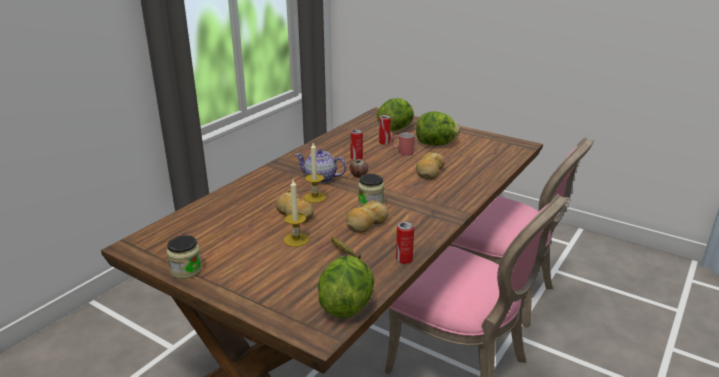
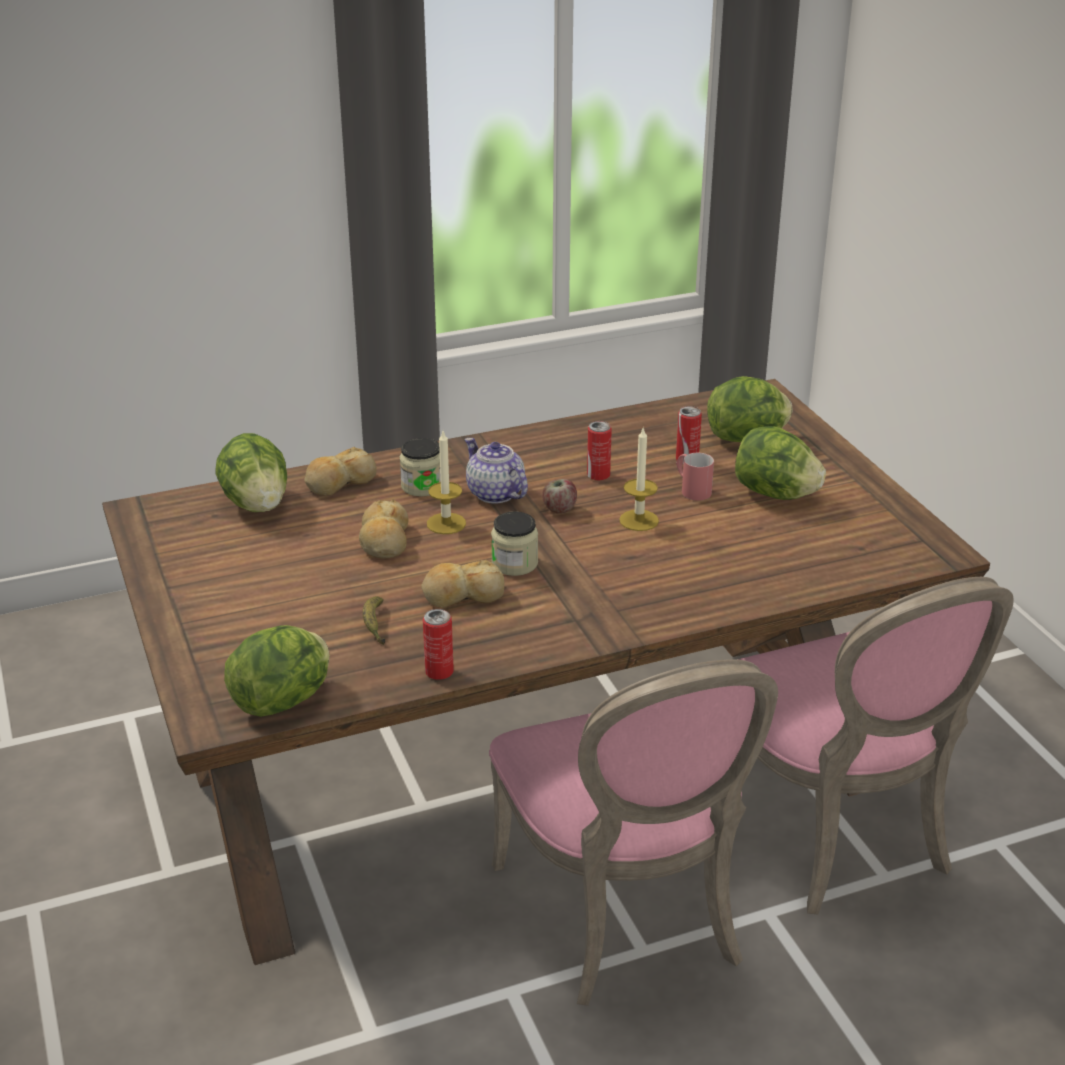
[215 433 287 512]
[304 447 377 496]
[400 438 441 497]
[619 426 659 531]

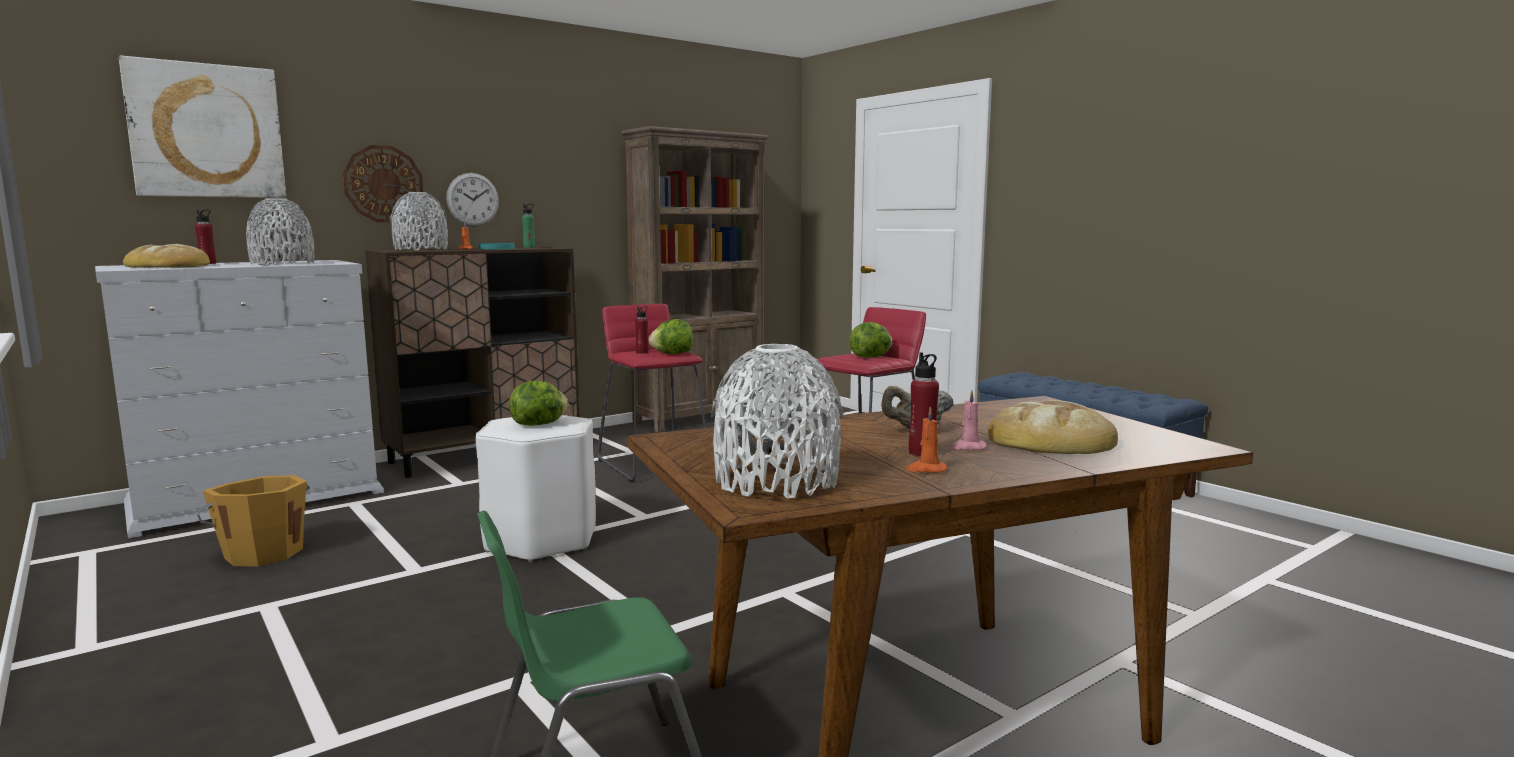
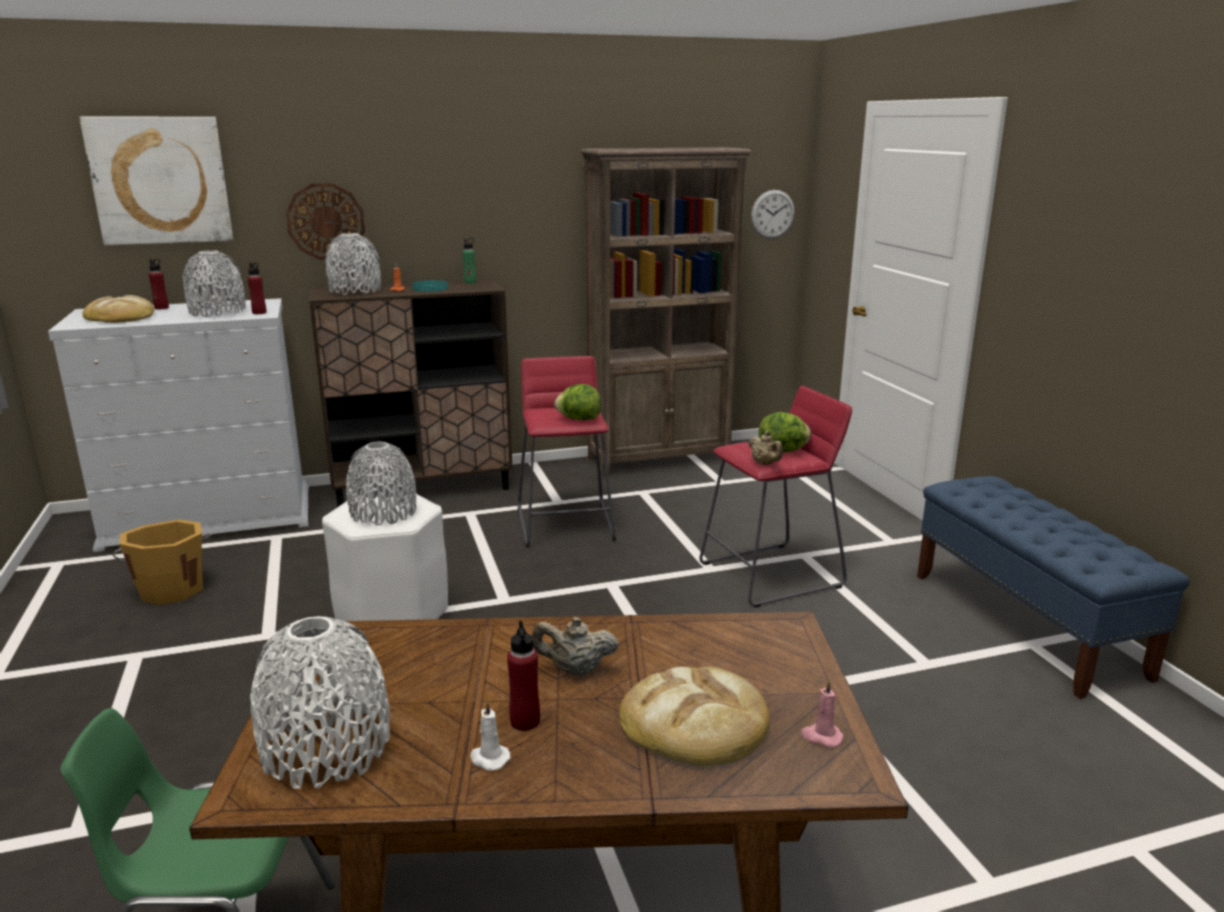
[248 262 267 314]
[346 442 416 525]
[470 700 511 771]
[749 431 783 465]
[751 190 795 239]
[801 680 843 747]

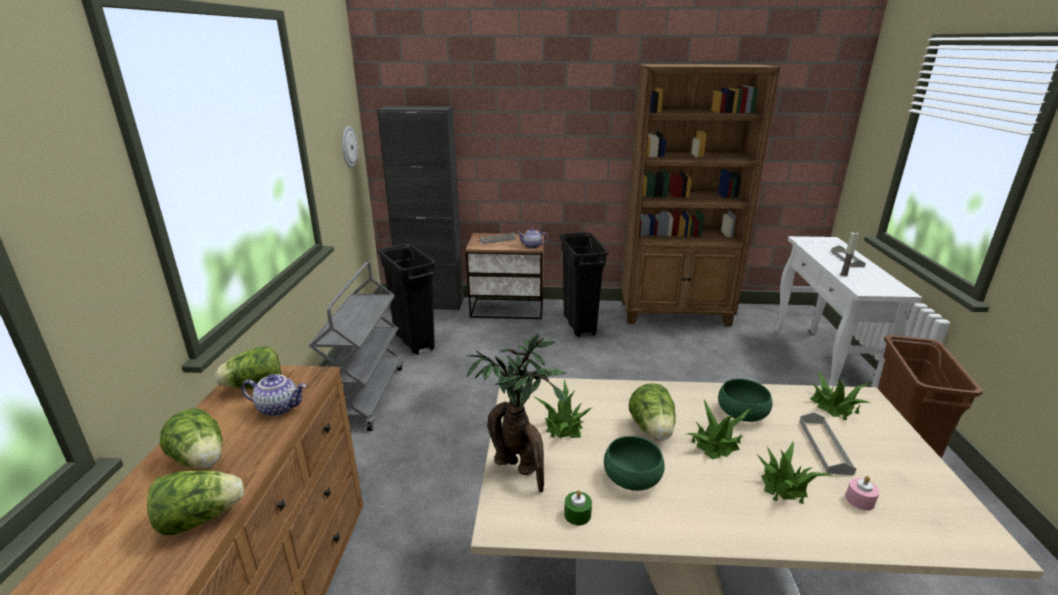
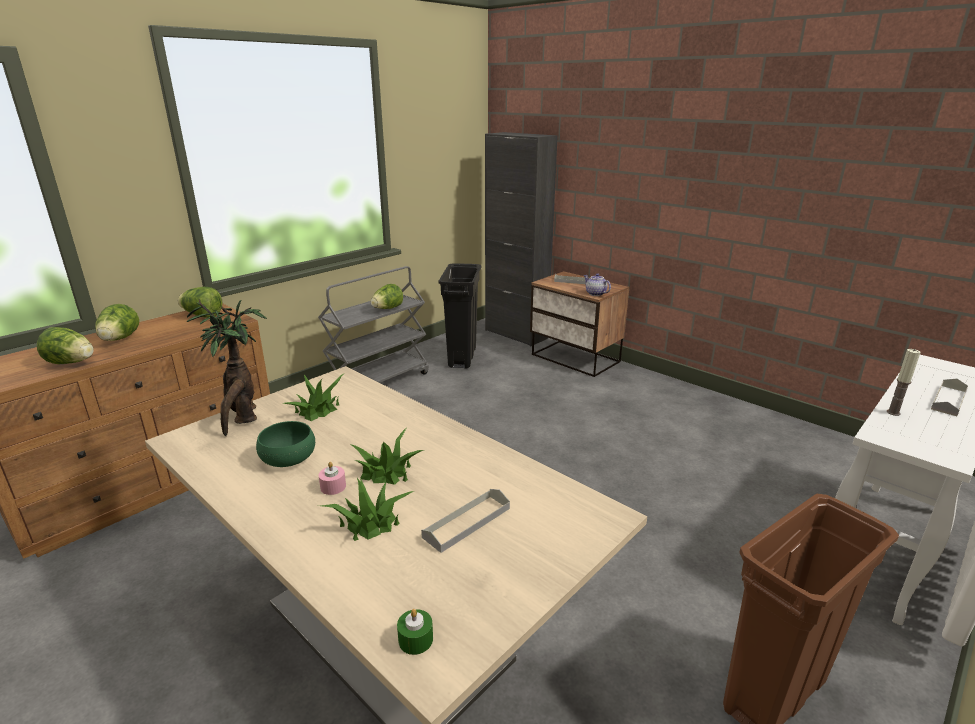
[319 462 346 495]
[371 284 403 309]
[397 609 433 655]
[242 374 306 417] (first image)
[342 126 358 168] (first image)
[559 232 609 337] (first image)
[622 64 780 326] (first image)
[718 379 772 422] (first image)
[810 371 871 420] (first image)

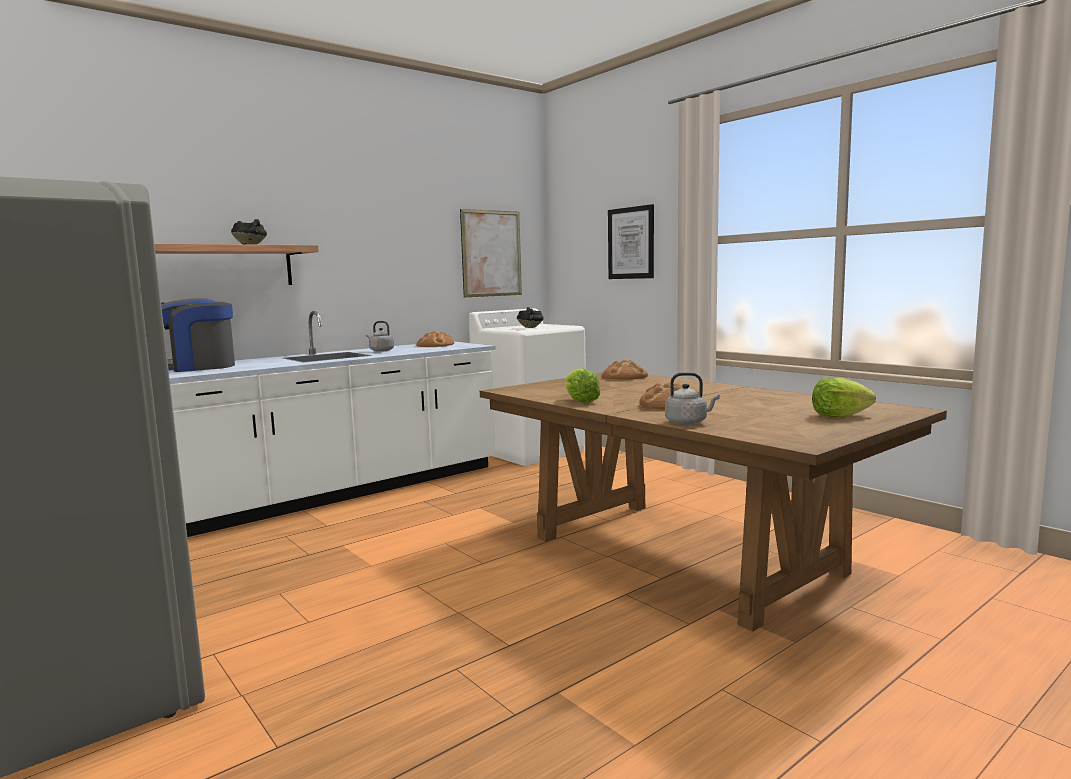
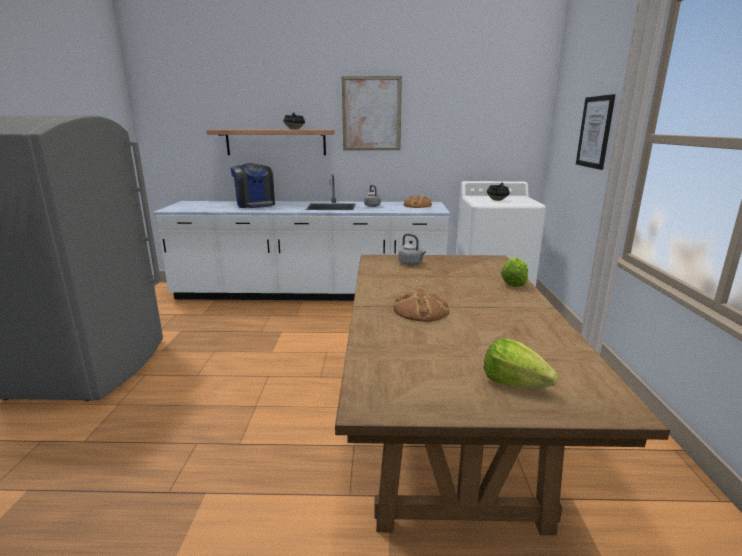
[231 163 275 208]
[342 76 402 150]
[398 234 426 265]
[501 258 528 287]
[602 360 648 380] (first image)

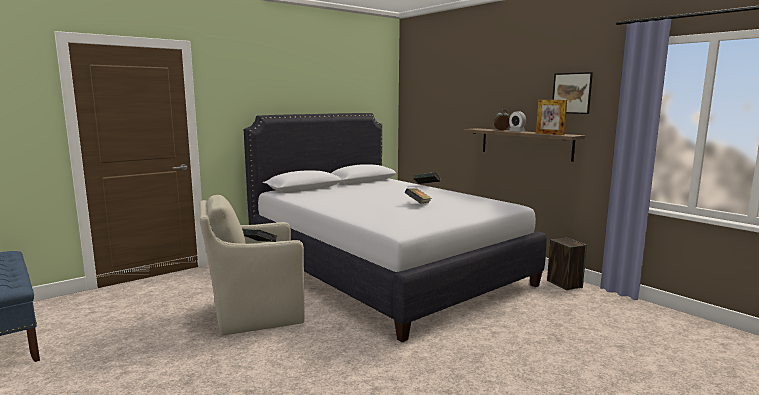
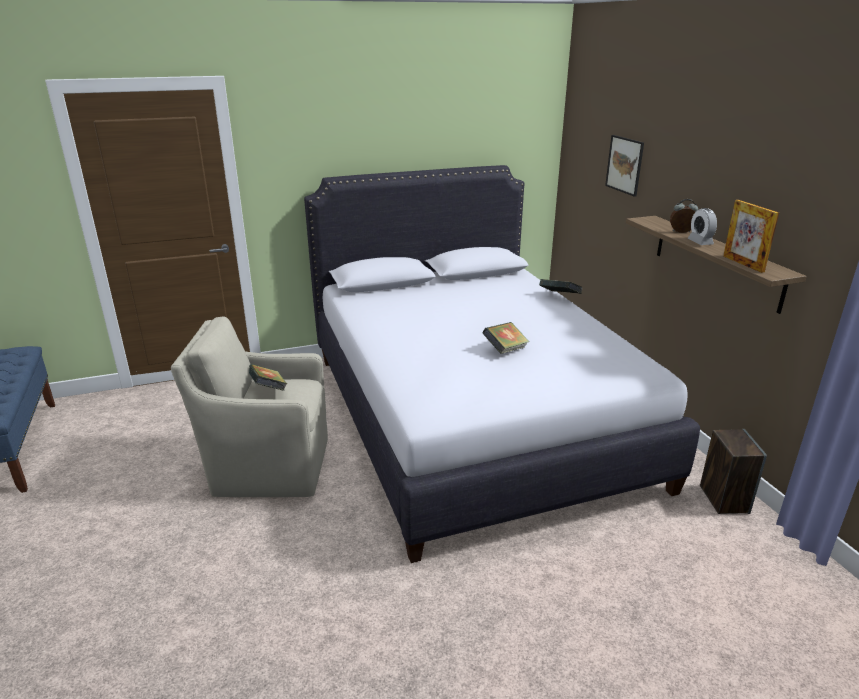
[605 135 644 197]

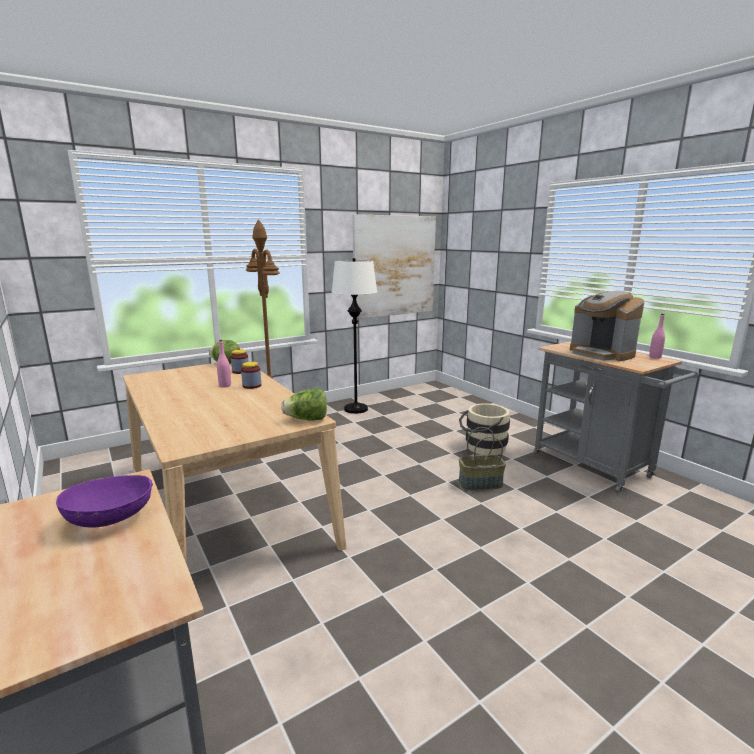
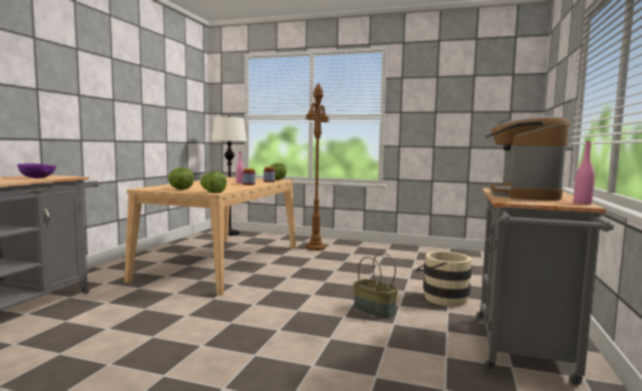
[168 167 194 189]
[212 116 247 236]
[352 214 436 319] (first image)

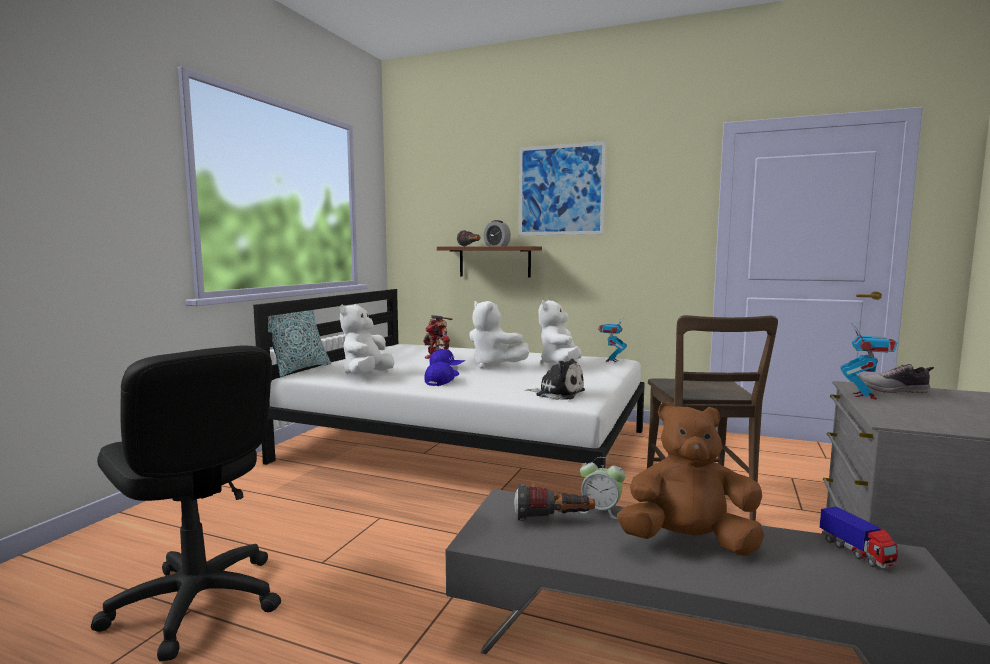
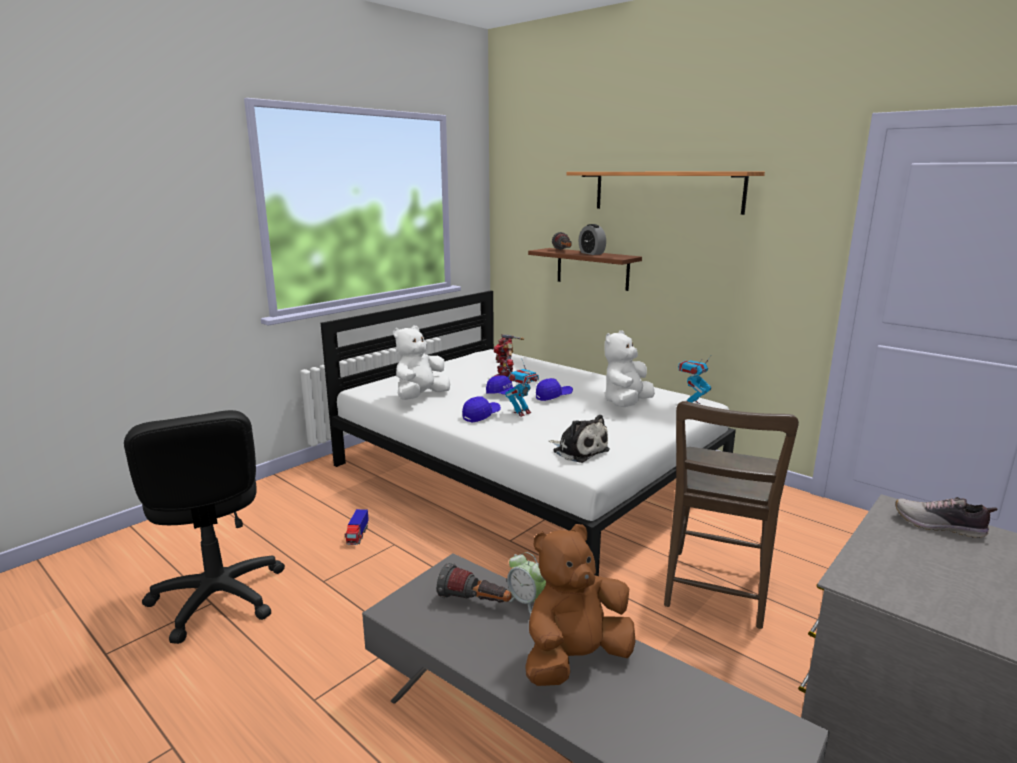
[345 509 369 545]
[505 360 539 417]
[525 524 636 686]
[536 378 573 401]
[566 171 765 215]
[268 310 331 377] (first image)

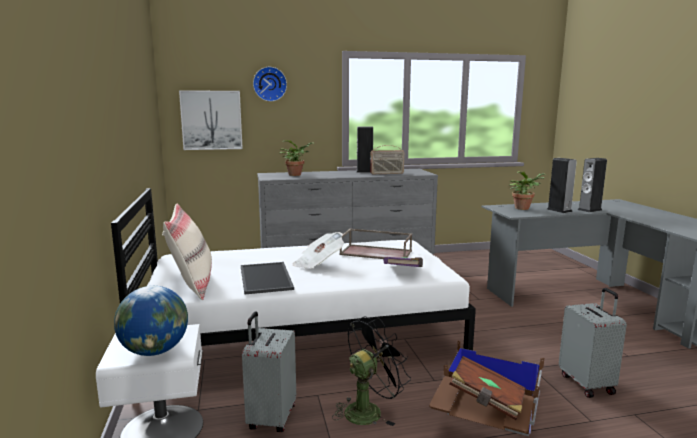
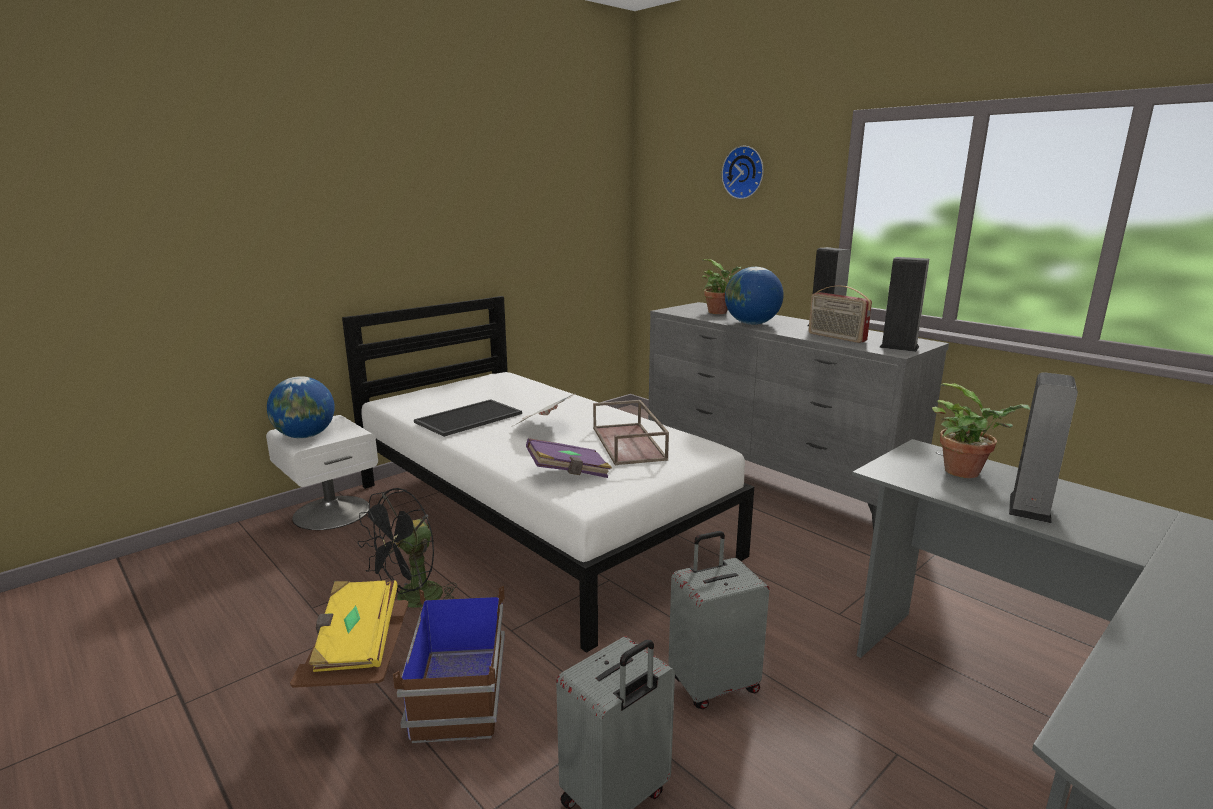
[308 580 398 672]
[357 488 457 607]
[668 531 770 709]
[725 267 784 325]
[879 257 929 352]
[162 204 212 300] (first image)
[179 90 243 150] (first image)

